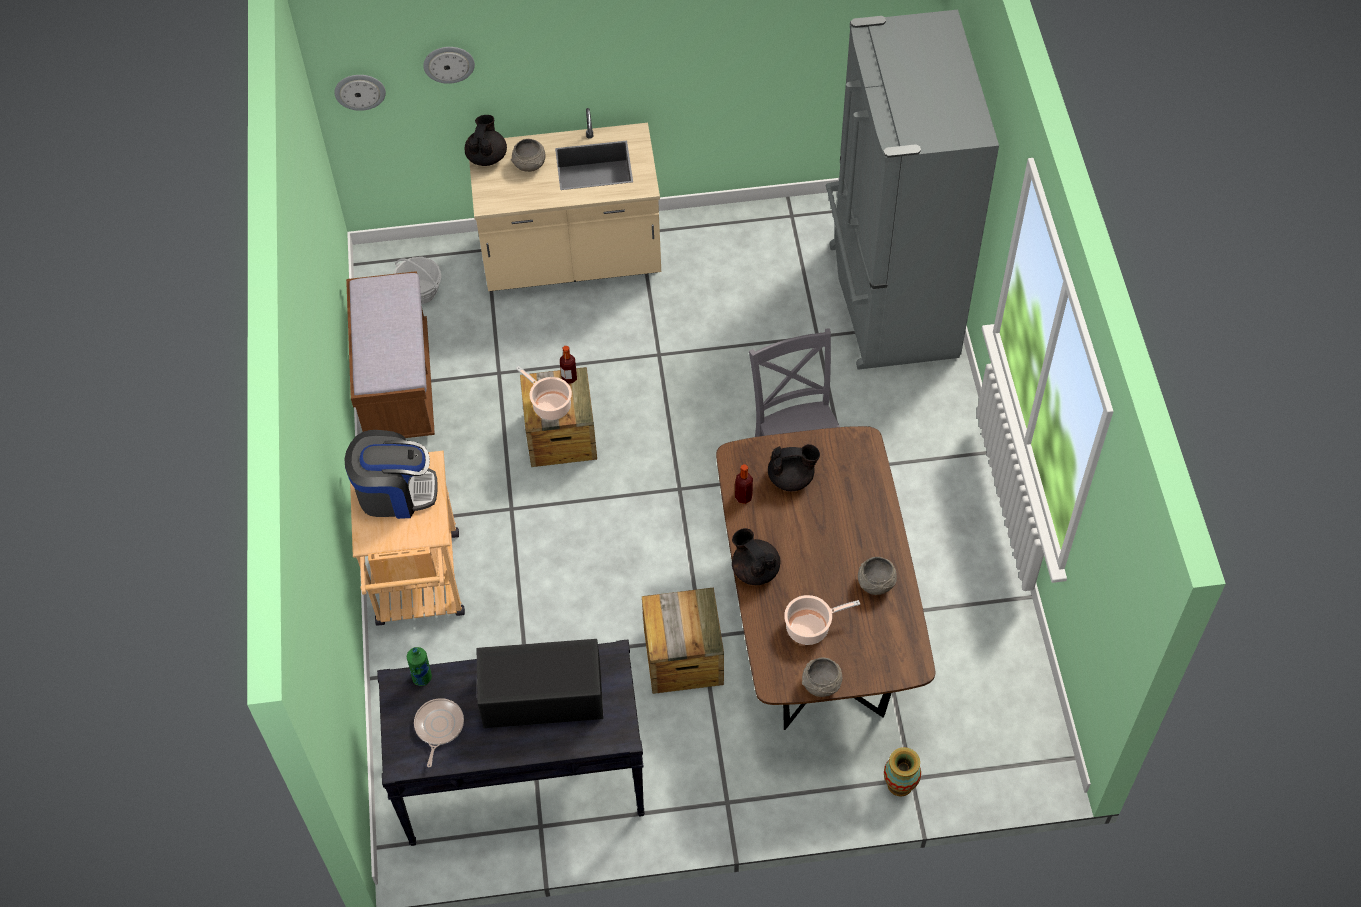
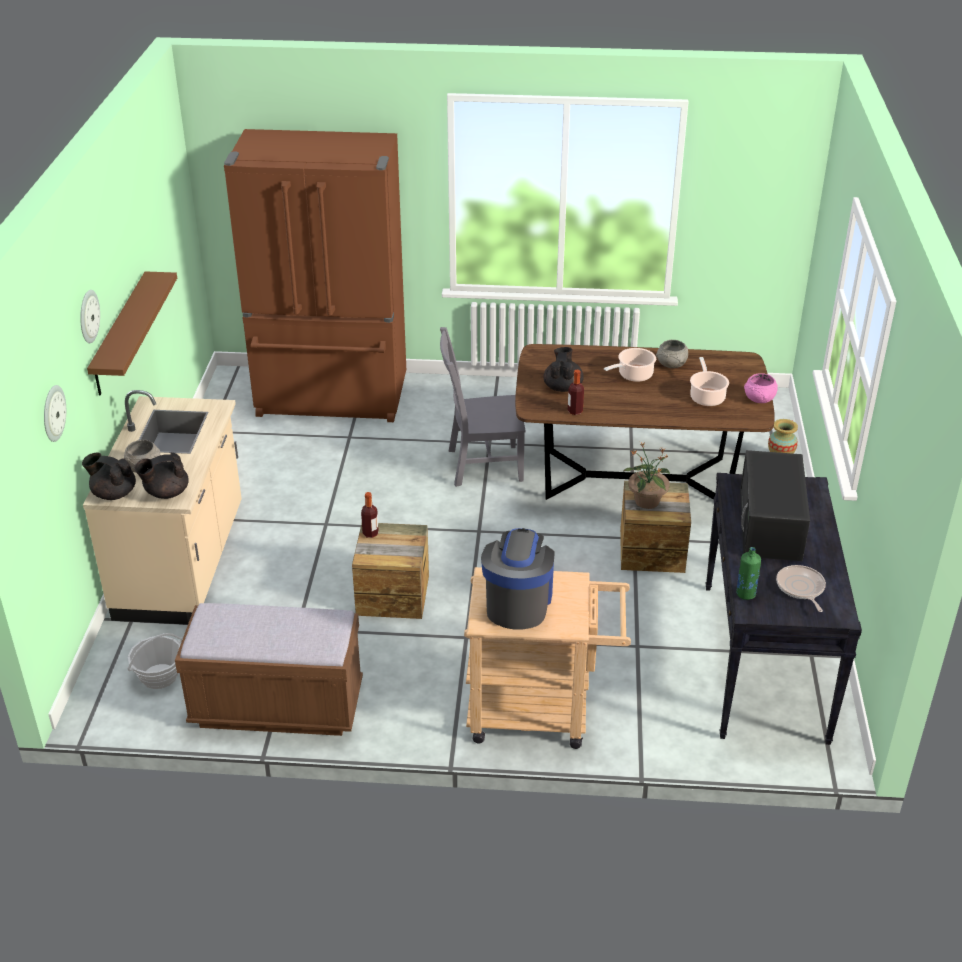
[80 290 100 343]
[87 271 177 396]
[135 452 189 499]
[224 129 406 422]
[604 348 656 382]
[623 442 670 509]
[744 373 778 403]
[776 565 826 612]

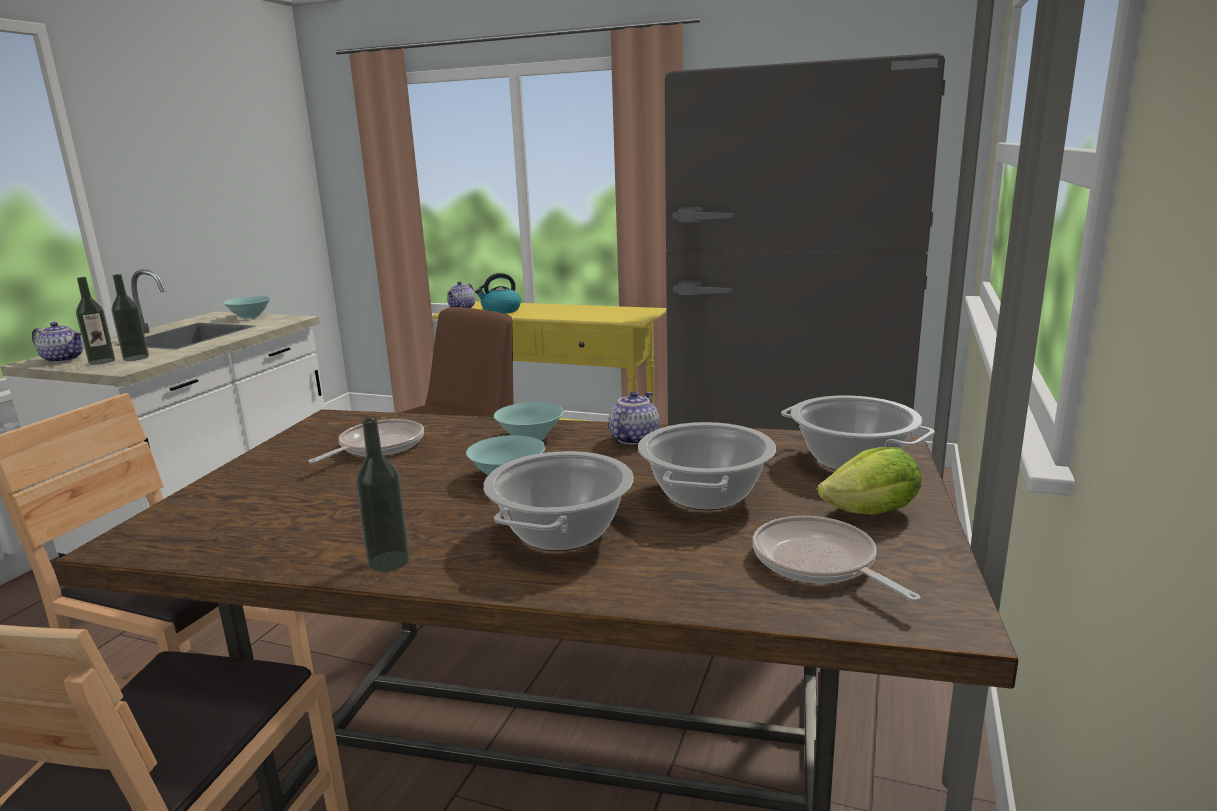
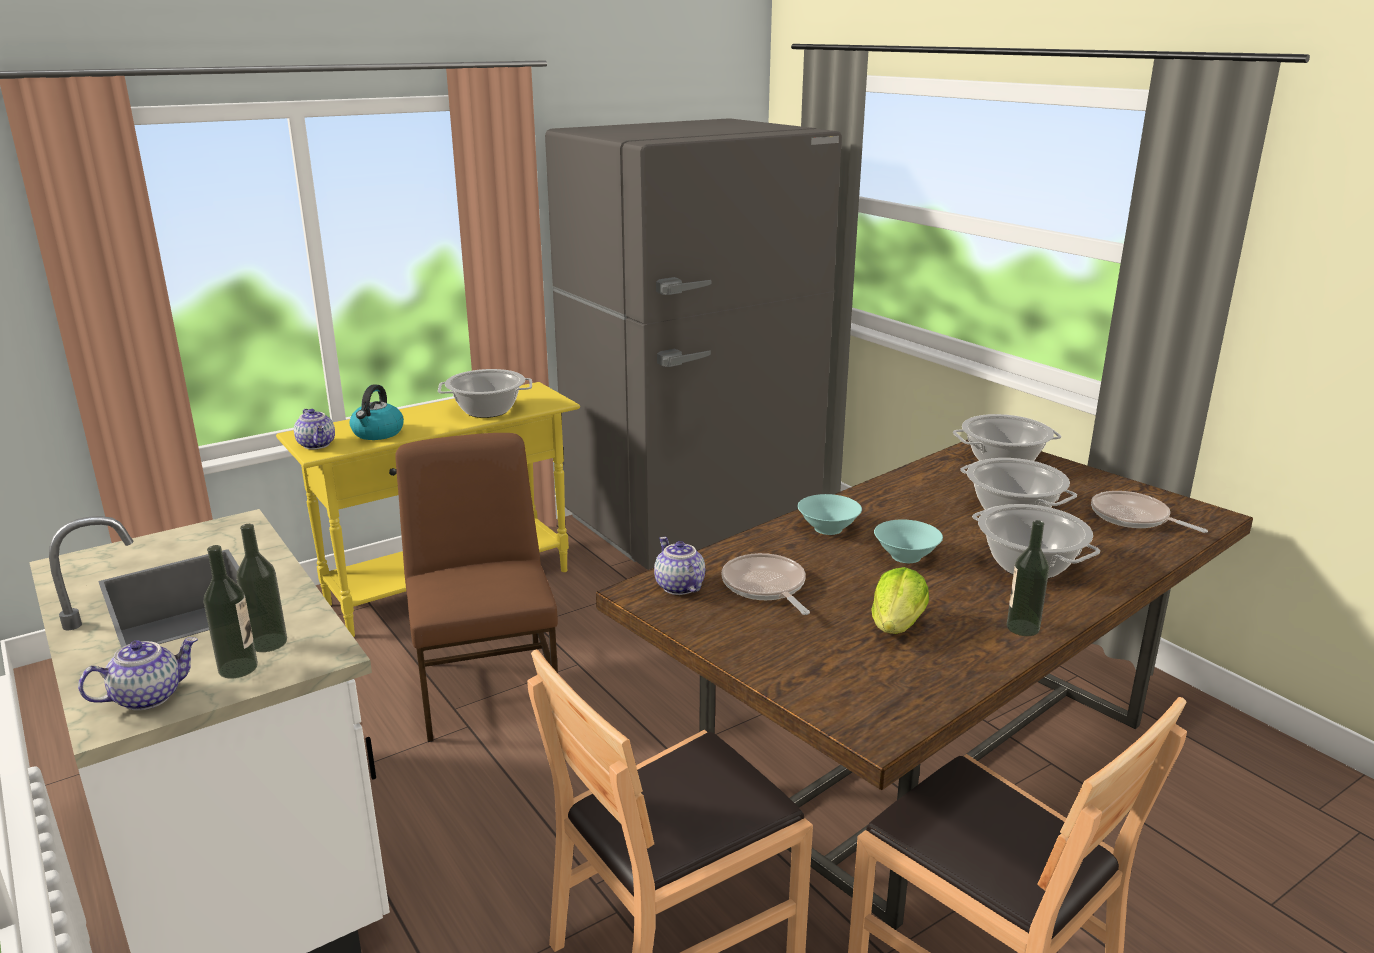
[438 369 532 418]
[654 537 705 595]
[871 567 929 634]
[1091 491 1208 533]
[223 296 271 319] (first image)

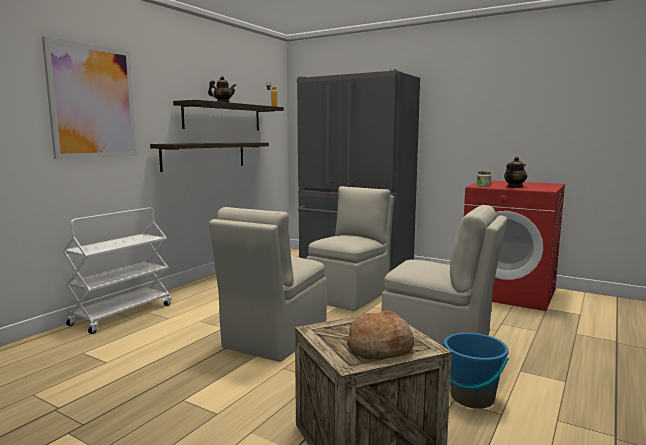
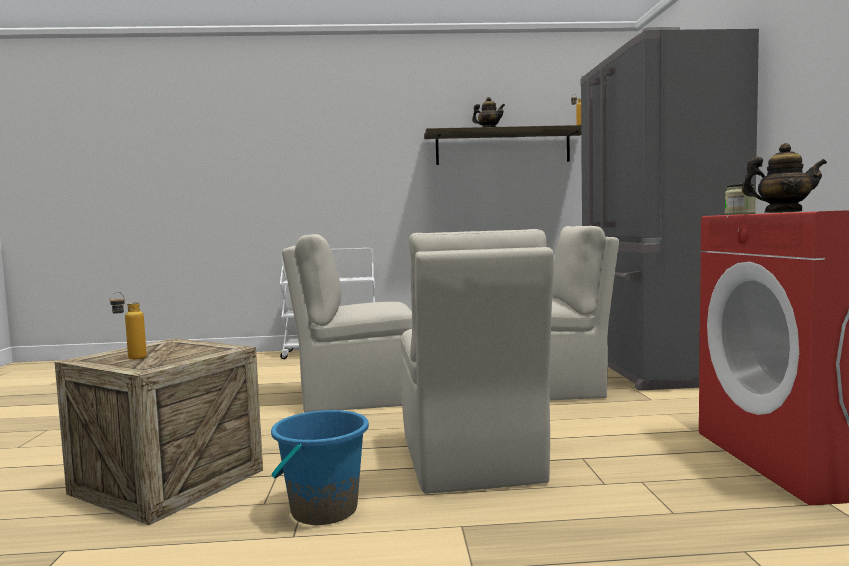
[109 292 147 360]
[42 37 137 159] (first image)
[150 142 269 172] (first image)

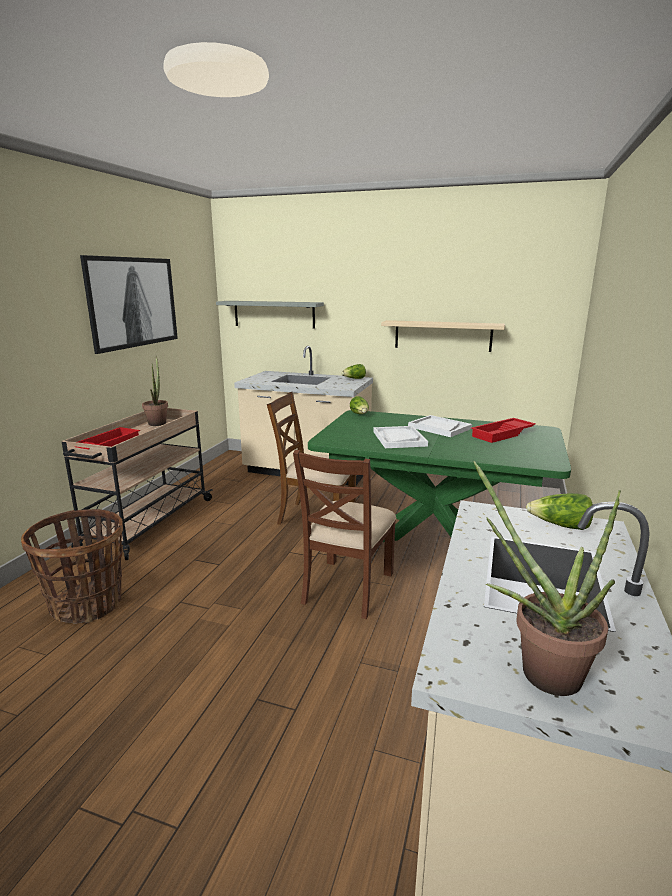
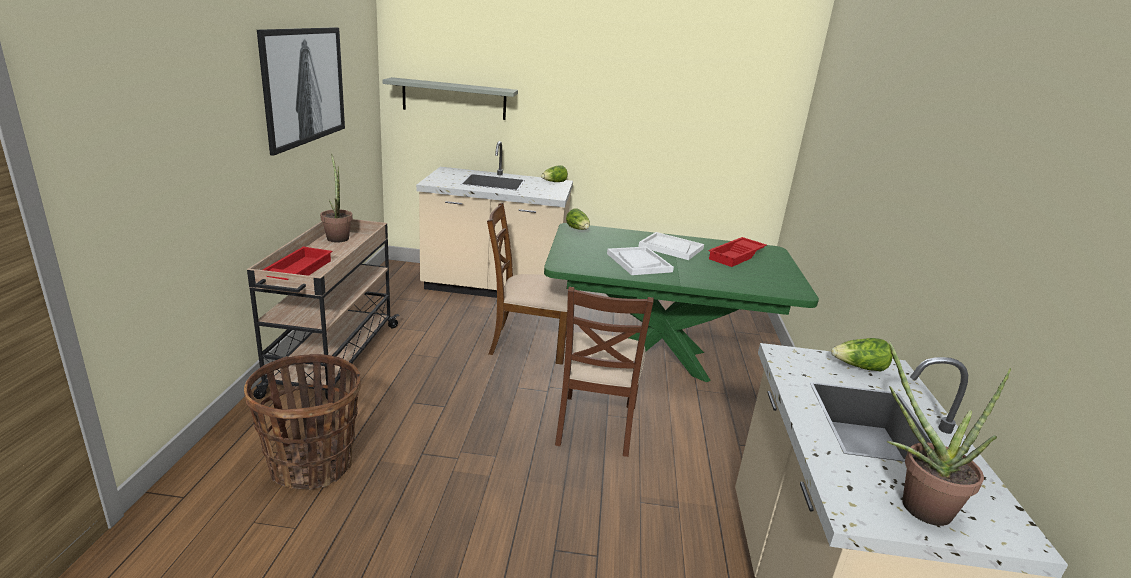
[381 320 505 352] (first image)

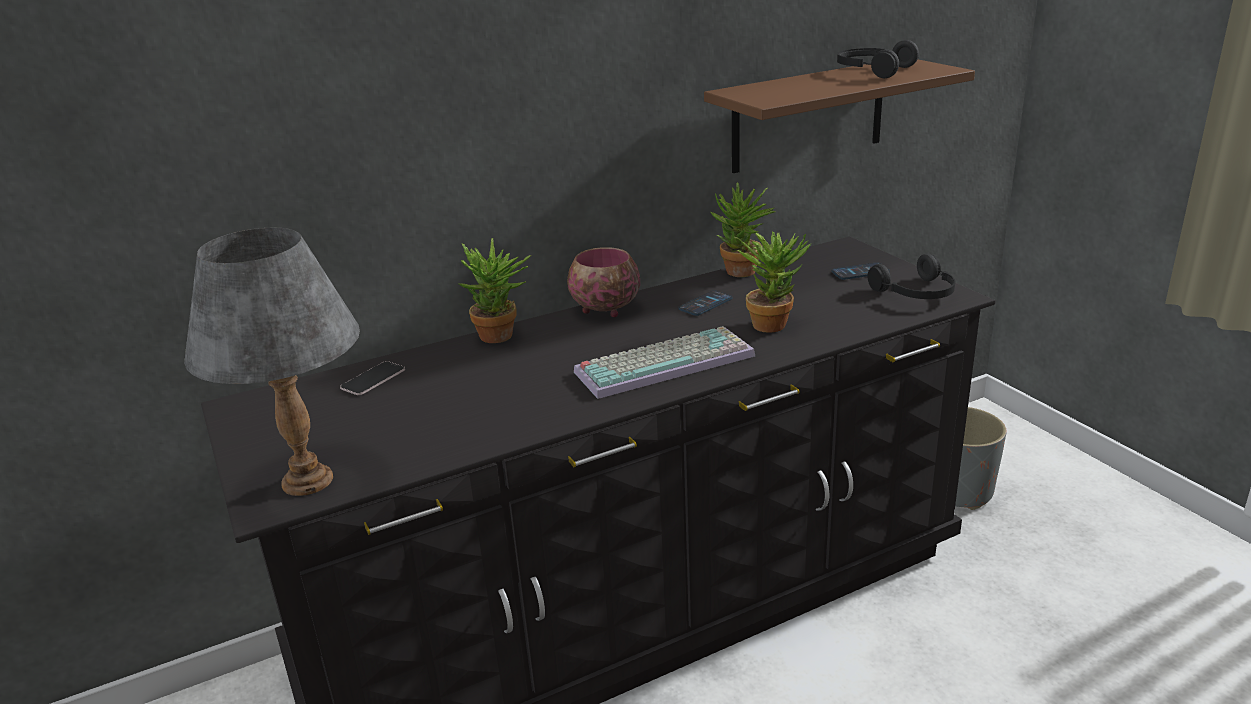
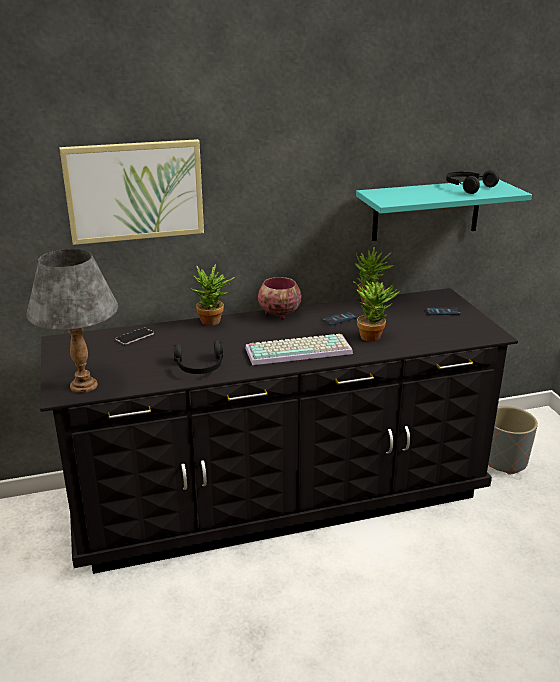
[60 139 204 245]
[173 340 223 374]
[356 180 532 241]

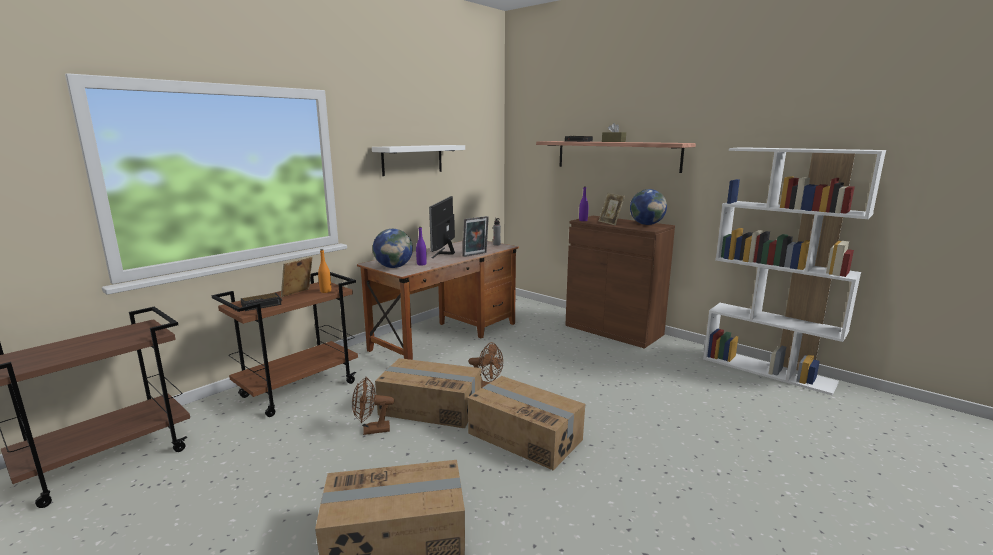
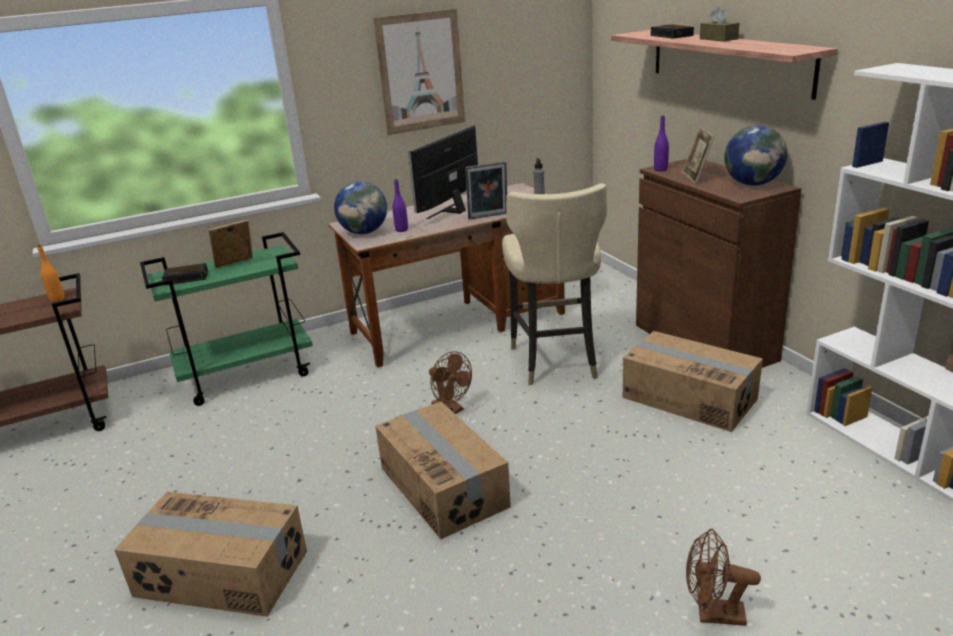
[37 245 65 302]
[140 232 313 406]
[373 9 465 135]
[502 183 607 385]
[623 331 763 432]
[686 529 761 626]

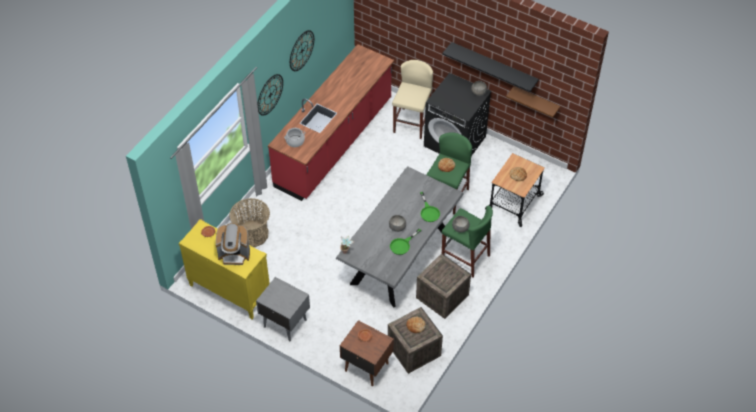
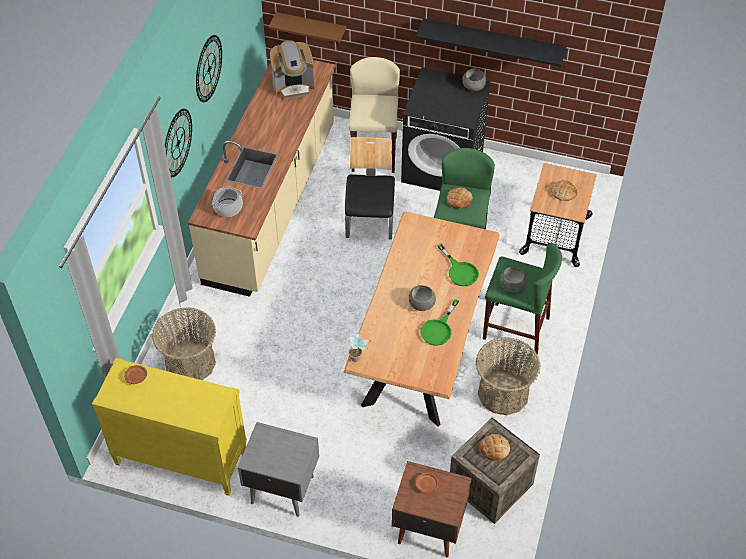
[188 60 336 297]
[268 12 346 44]
[270 40 315 99]
[343 211 500 426]
[345 137 395 239]
[476 337 541 415]

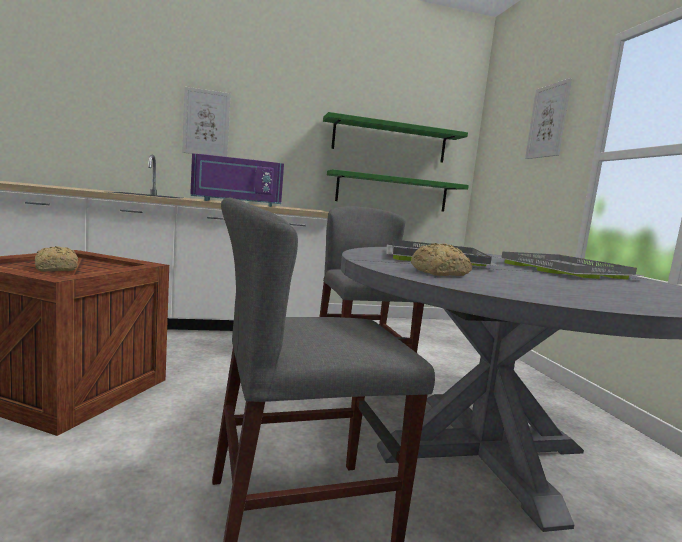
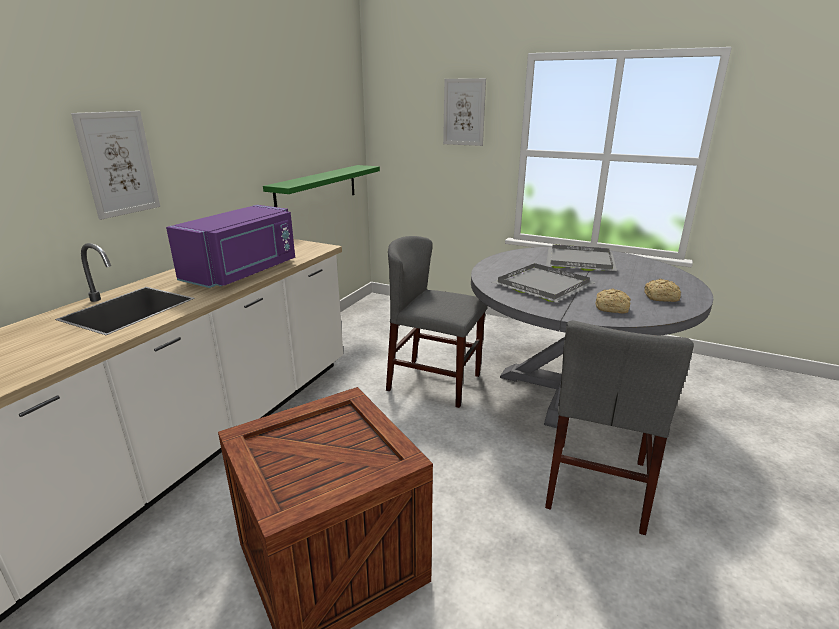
[644 279 681 302]
[323 112 468 163] (first image)

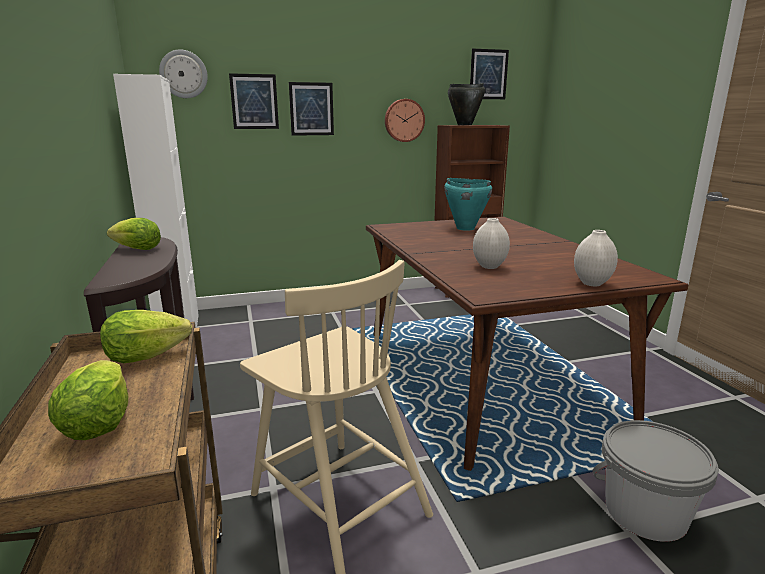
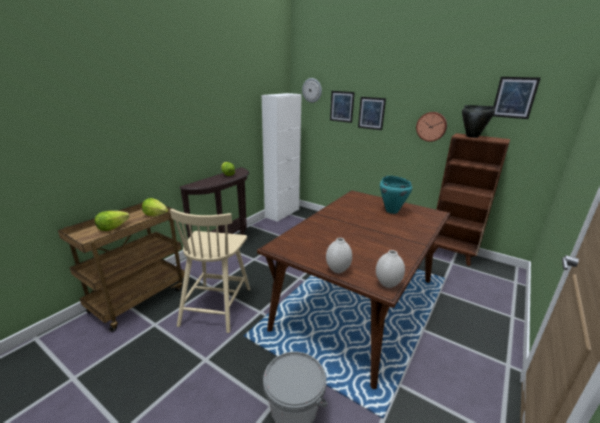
[376 250 405 288]

